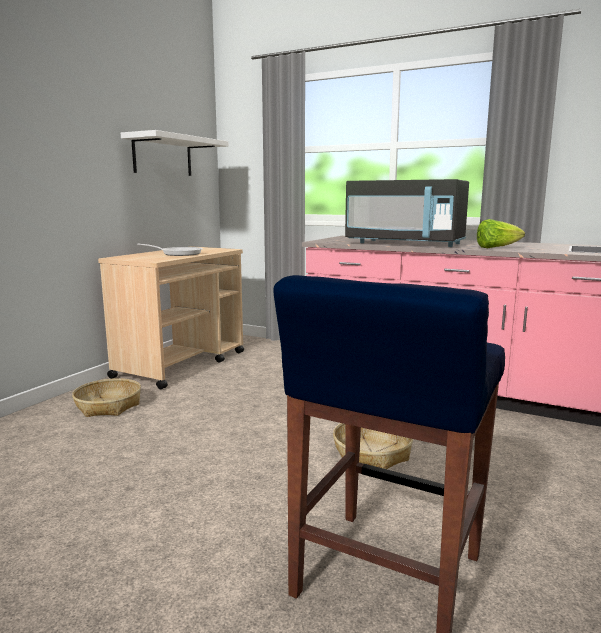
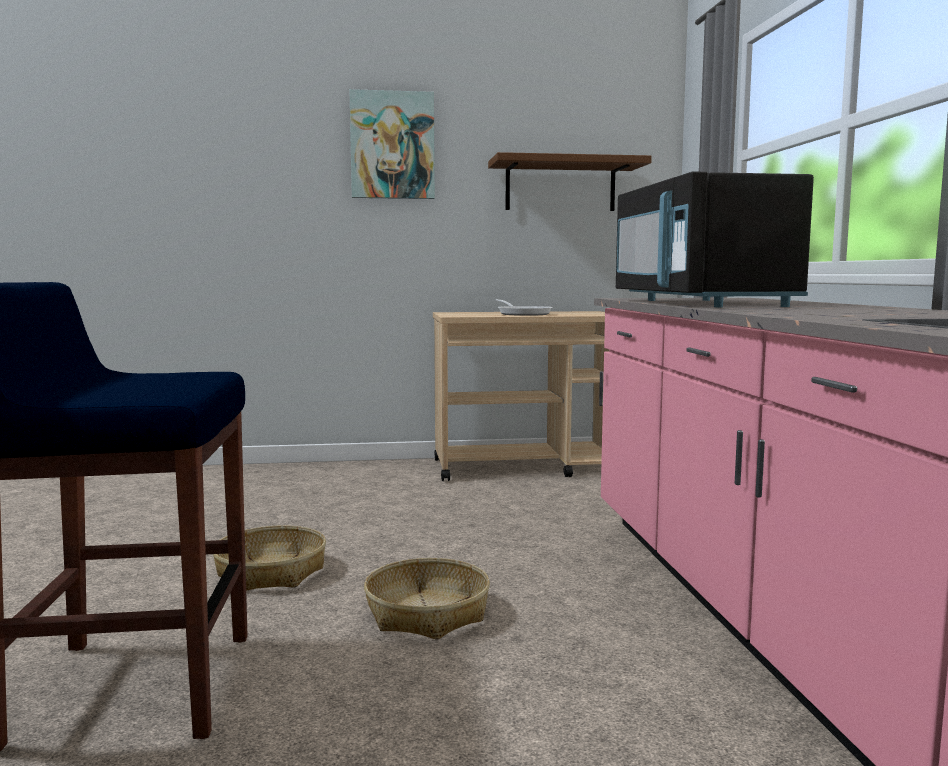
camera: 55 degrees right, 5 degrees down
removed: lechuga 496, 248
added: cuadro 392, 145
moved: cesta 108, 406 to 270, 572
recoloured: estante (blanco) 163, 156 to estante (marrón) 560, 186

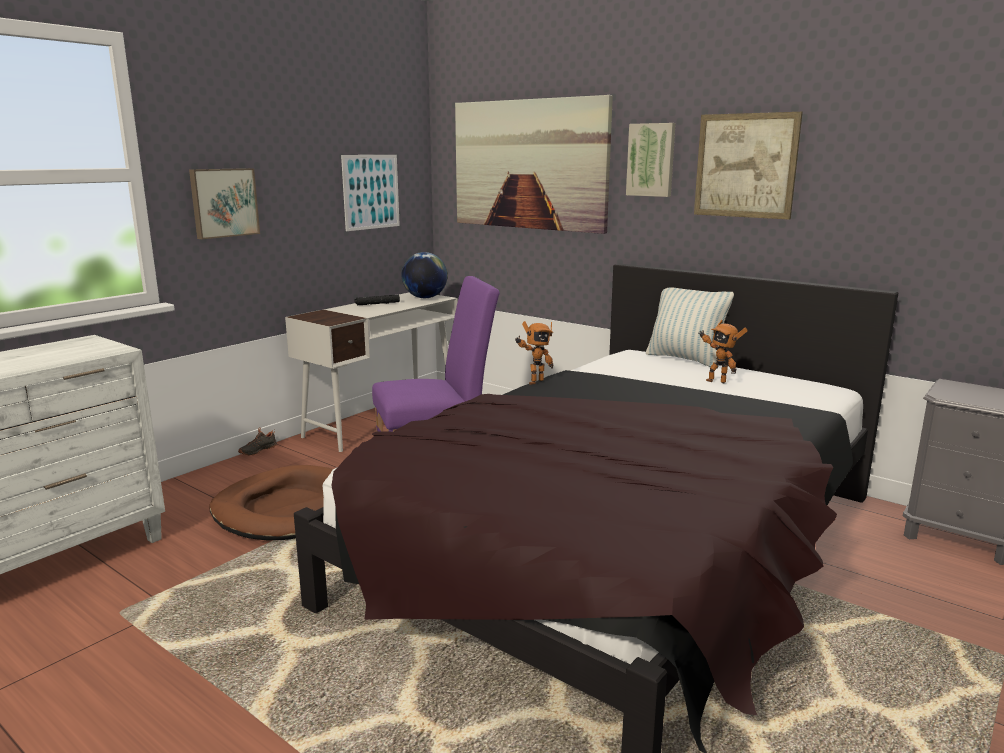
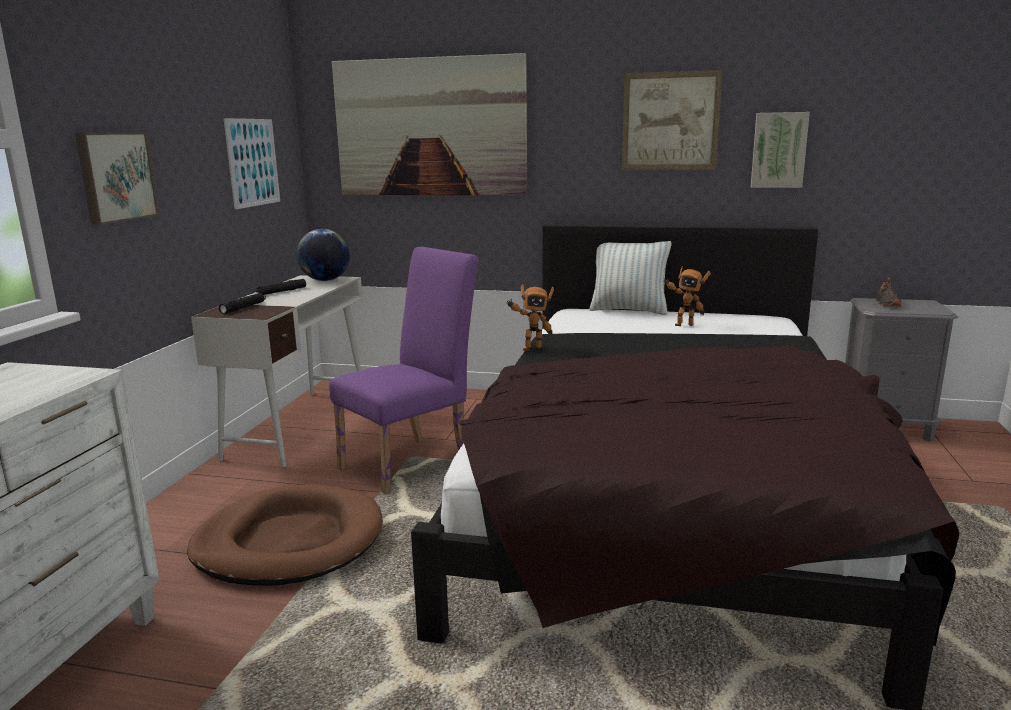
camera: 25 degrees left, 0 degrees up
added: linterna (negro) 243, 308
moved: cuadro 651, 160 to 778, 150; zapato (negro) 257, 450 to 886, 304
turned: robot de juguete 534, 381 = 530, 348 45 degrees clockwise

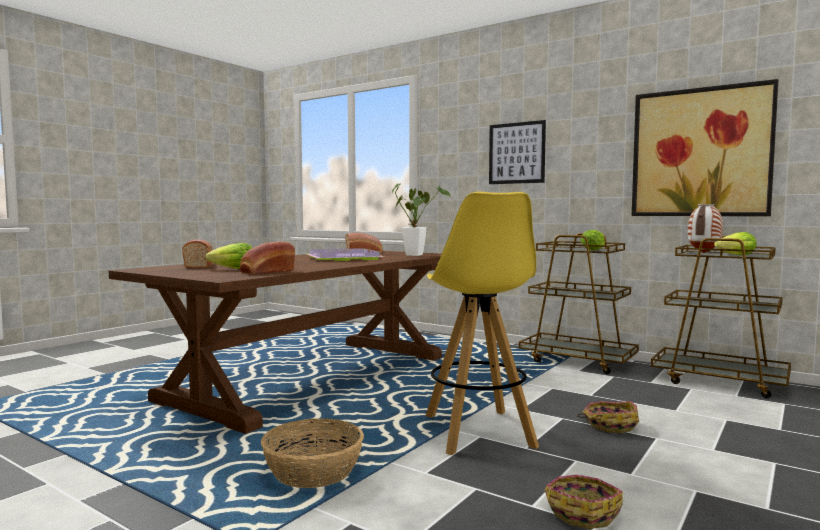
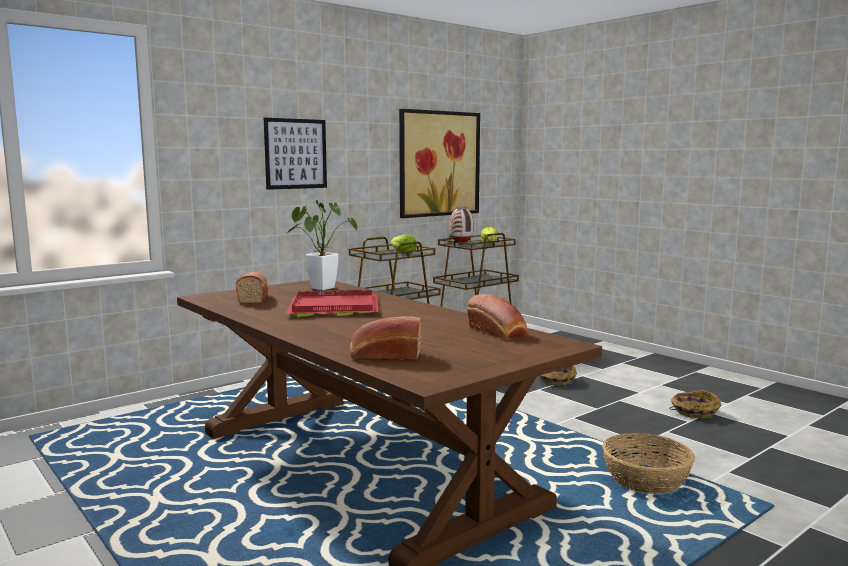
camera: 75 degrees left, 5 degrees up
removed: taburete (amarillo) 478, 431; lechuga 233, 269
recoloured: bandeja (morado) 342, 258 to bandeja (rojo) 332, 307

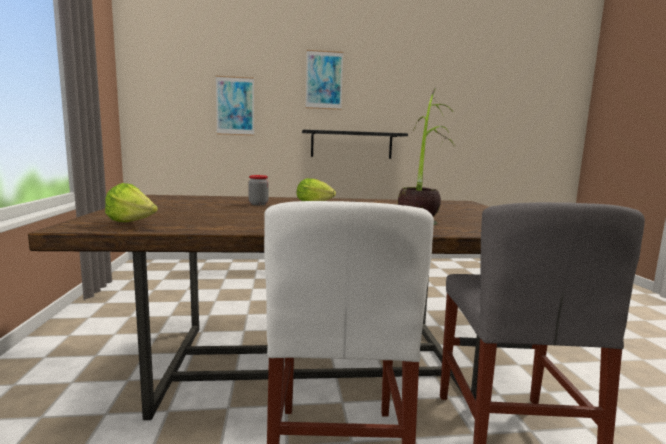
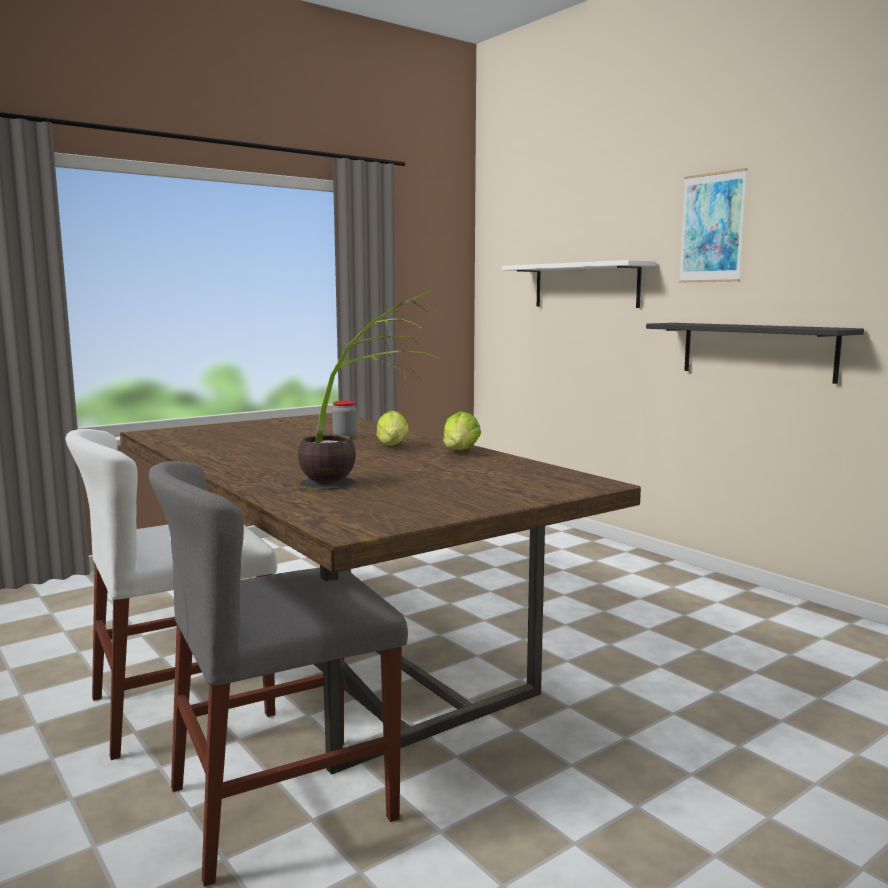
camera: 60 degrees right, 0 degrees up
moved: lechuga 133, 223 to 460, 452
replaced: cuadro 235, 106 to estante (blanco) 585, 285

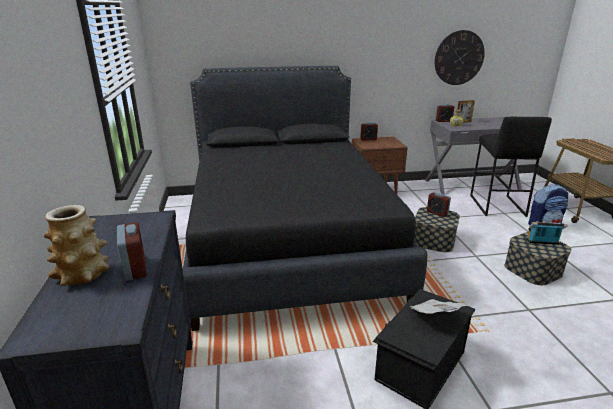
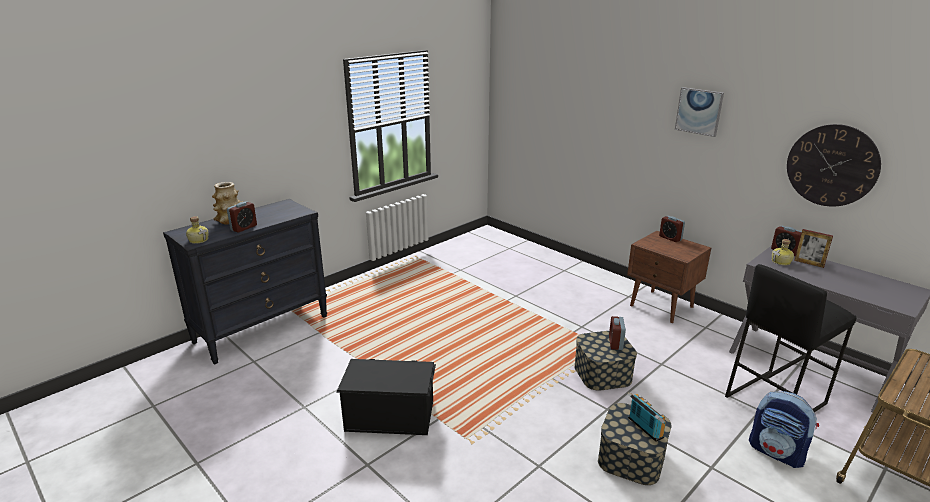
camera: 55 degrees right, 0 degrees up
removed: cama (negro) 288, 239; periódico 435, 317
added: cuadro 699, 111; botella 199, 240

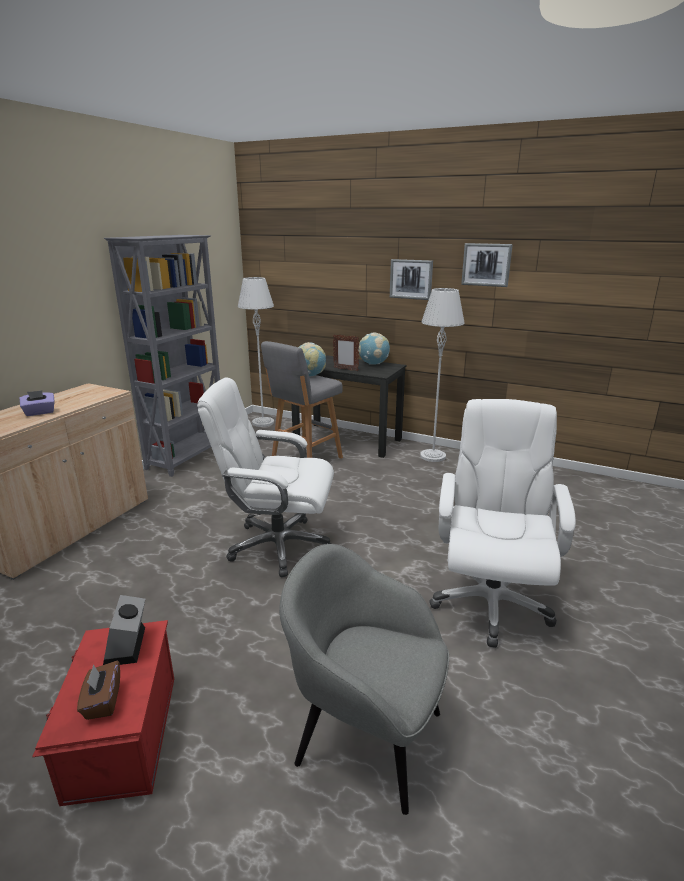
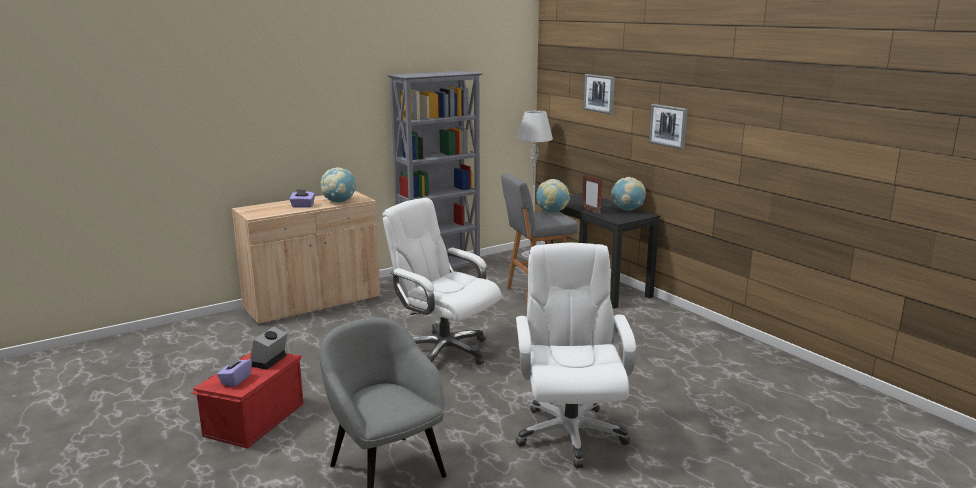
camera: 30 degrees right, 5 degrees down
removed: lámpara de pie (gris) 433, 456
added: globo terráqueo 339, 202
moved: cuadro 486, 264 to 599, 93
recoloured: caja de pañuelos (marrón) 102, 701 to caja de pañuelos (morado) 235, 380
turned: silla de oficina (blanco) 490, 602 = 570, 433 45 degrees counterclockwise

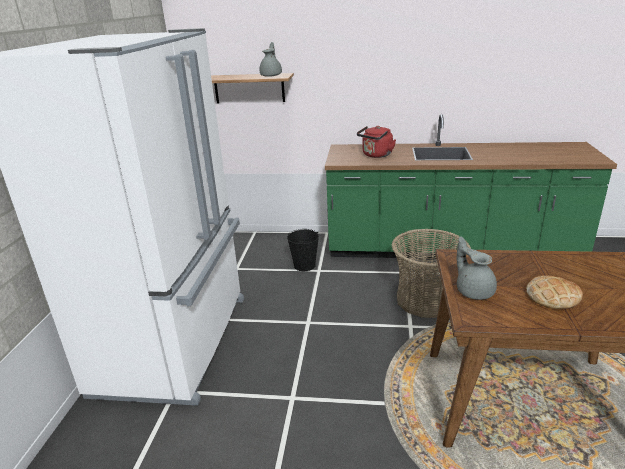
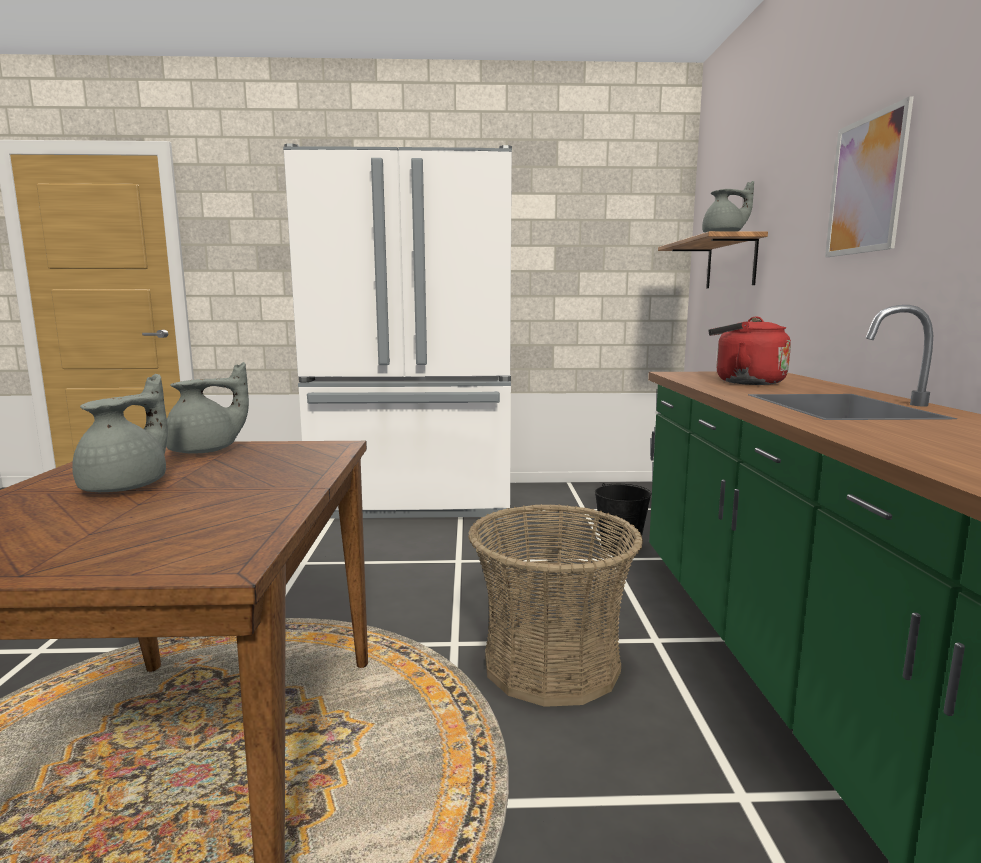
camera: 80 degrees right, 15 degrees down
added: cuadro 866, 185
replaced: pan 552, 297 to tetera (gris) 128, 486

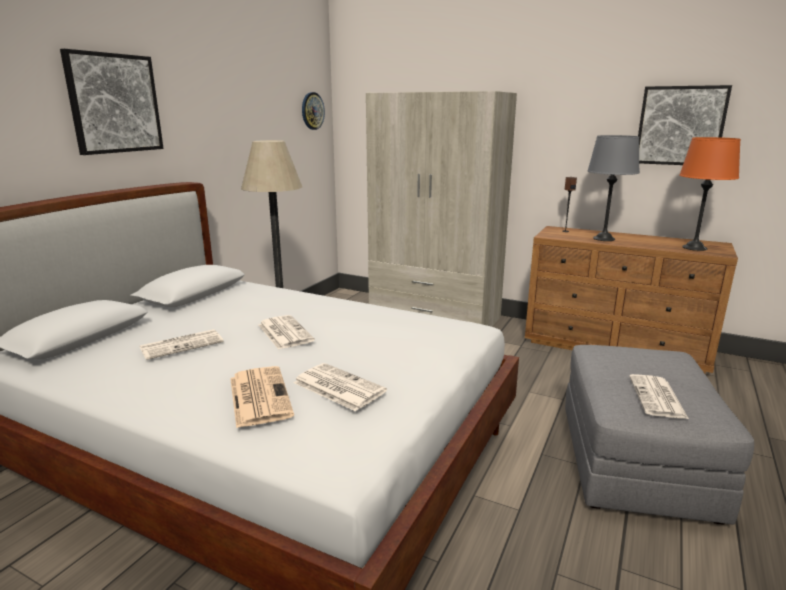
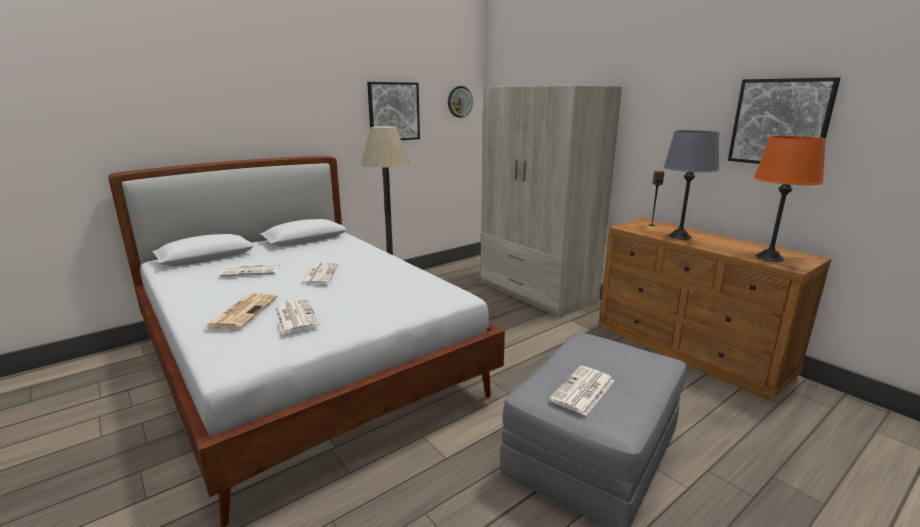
camera: 25 degrees right, 0 degrees up
moved: cuadro 114, 103 to 393, 111

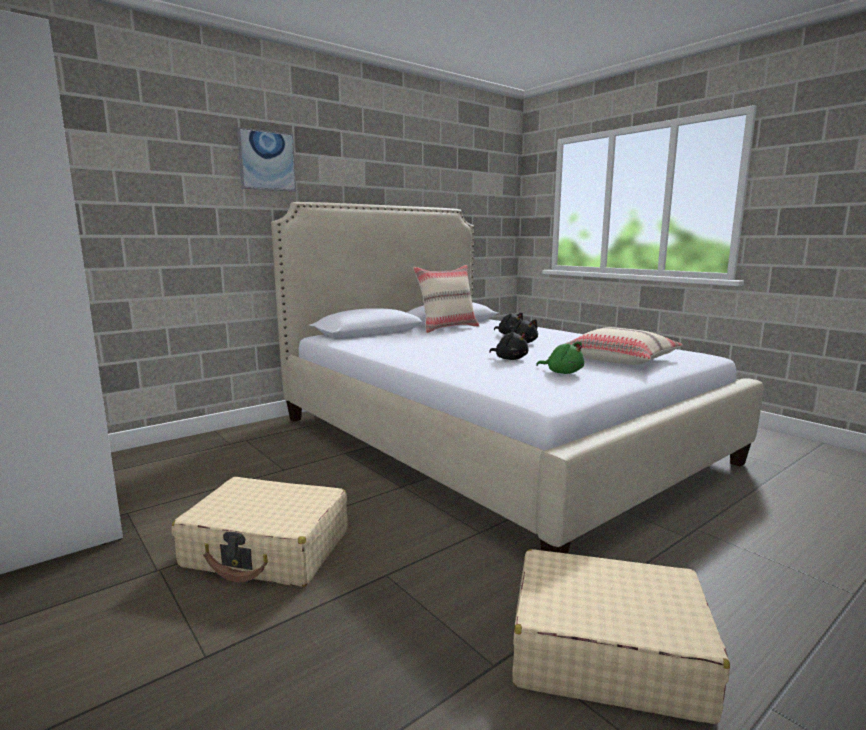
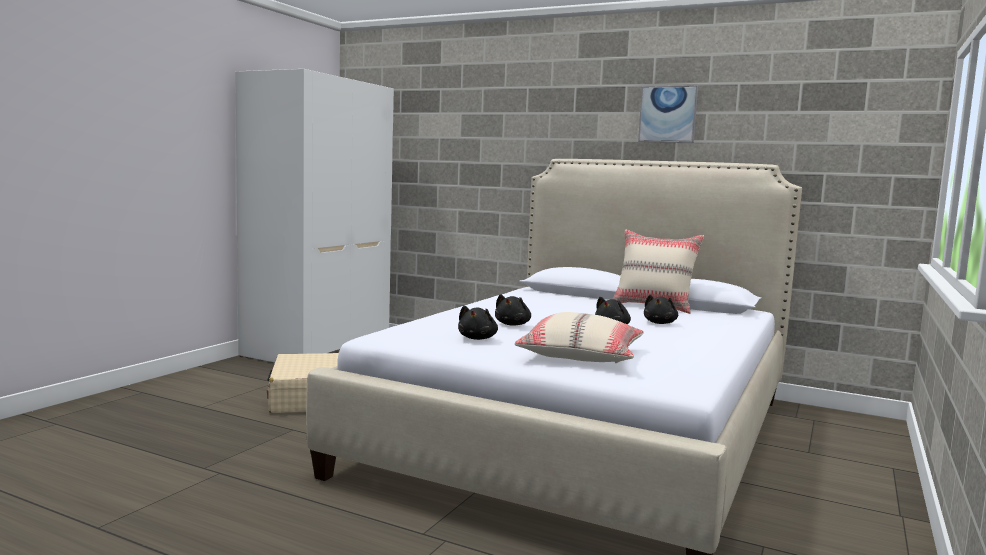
camera: 65 degrees right, 5 degrees down
removed: maleta (beis) 606, 652
moved: cuadro 266, 161 to 668, 114
recoloured: peluche (verde) 562, 372 to peluche (negro) 478, 338

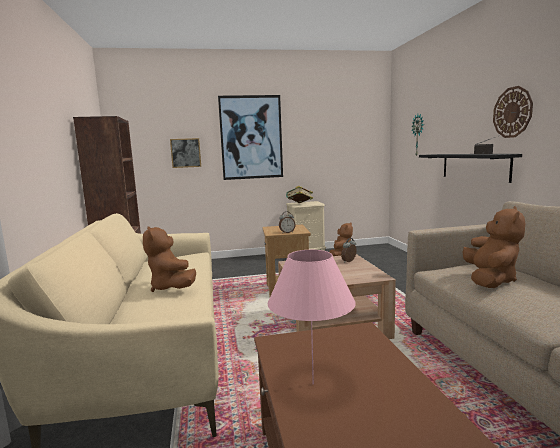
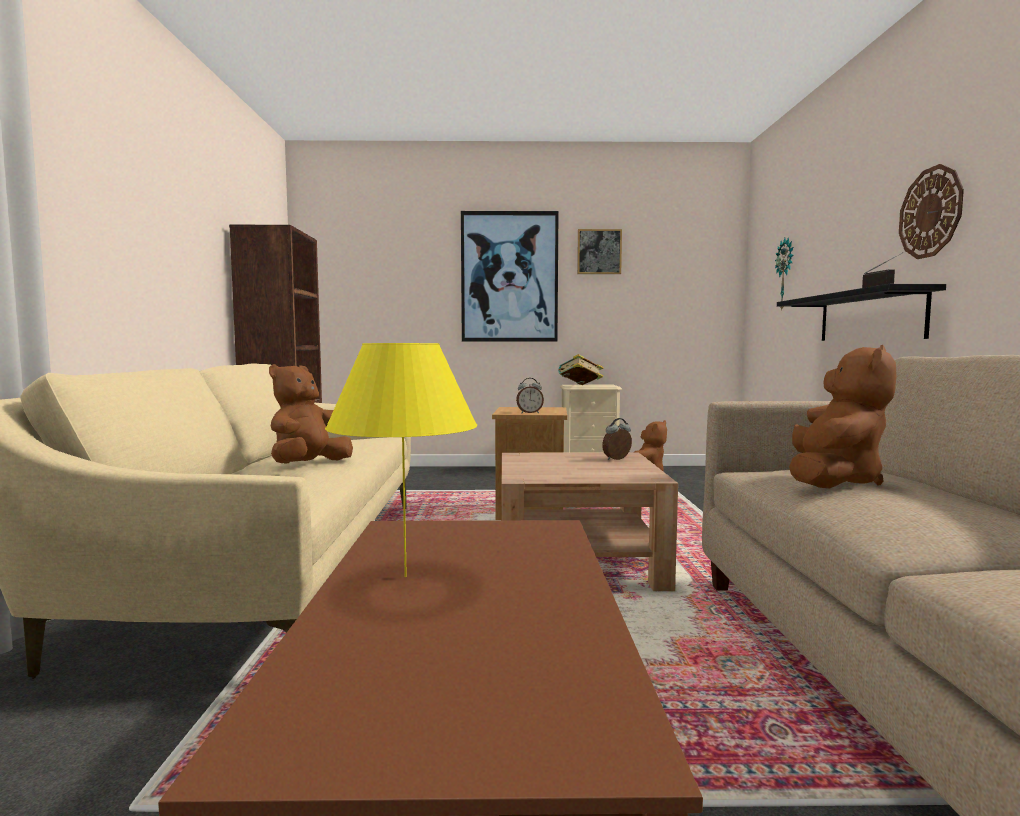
camera: 10 degrees right, 5 degrees down
moved: cuadro 185, 153 to 599, 252
recoloured: lámpara de mesa (rosa) 312, 384 to lámpara de mesa (amarillo) 405, 576
turned: peluche (marrón) 171, 287 = 308, 465 45 degrees clockwise

